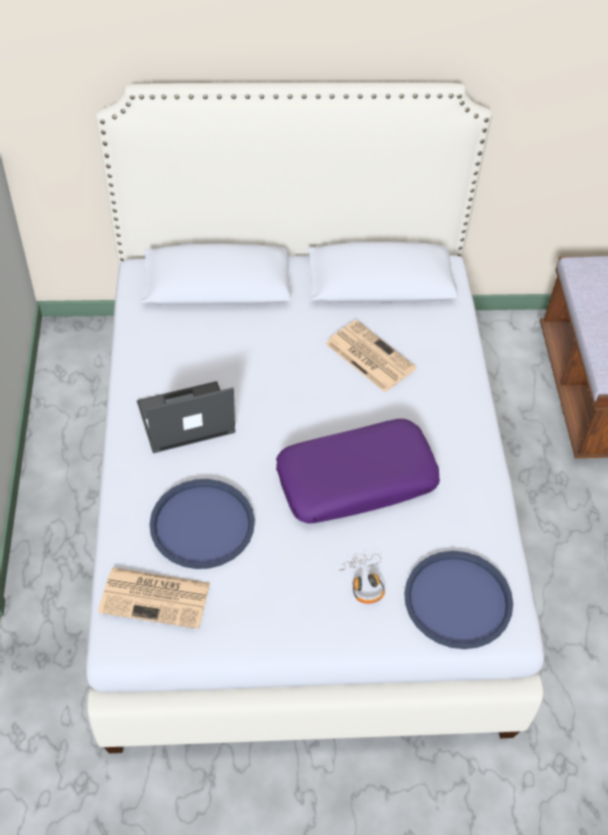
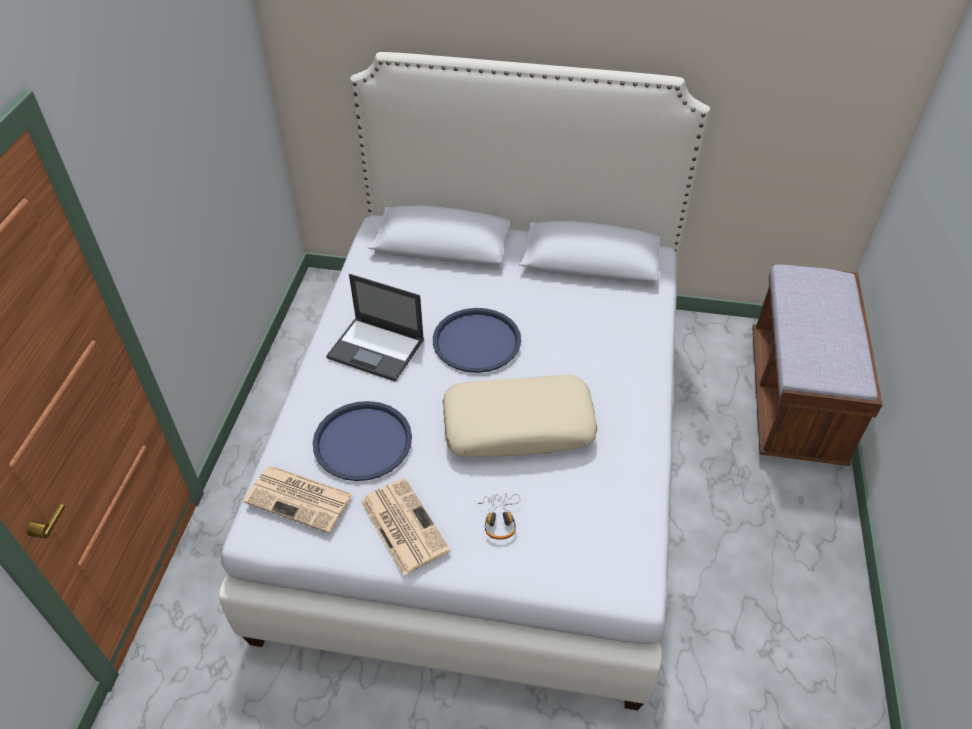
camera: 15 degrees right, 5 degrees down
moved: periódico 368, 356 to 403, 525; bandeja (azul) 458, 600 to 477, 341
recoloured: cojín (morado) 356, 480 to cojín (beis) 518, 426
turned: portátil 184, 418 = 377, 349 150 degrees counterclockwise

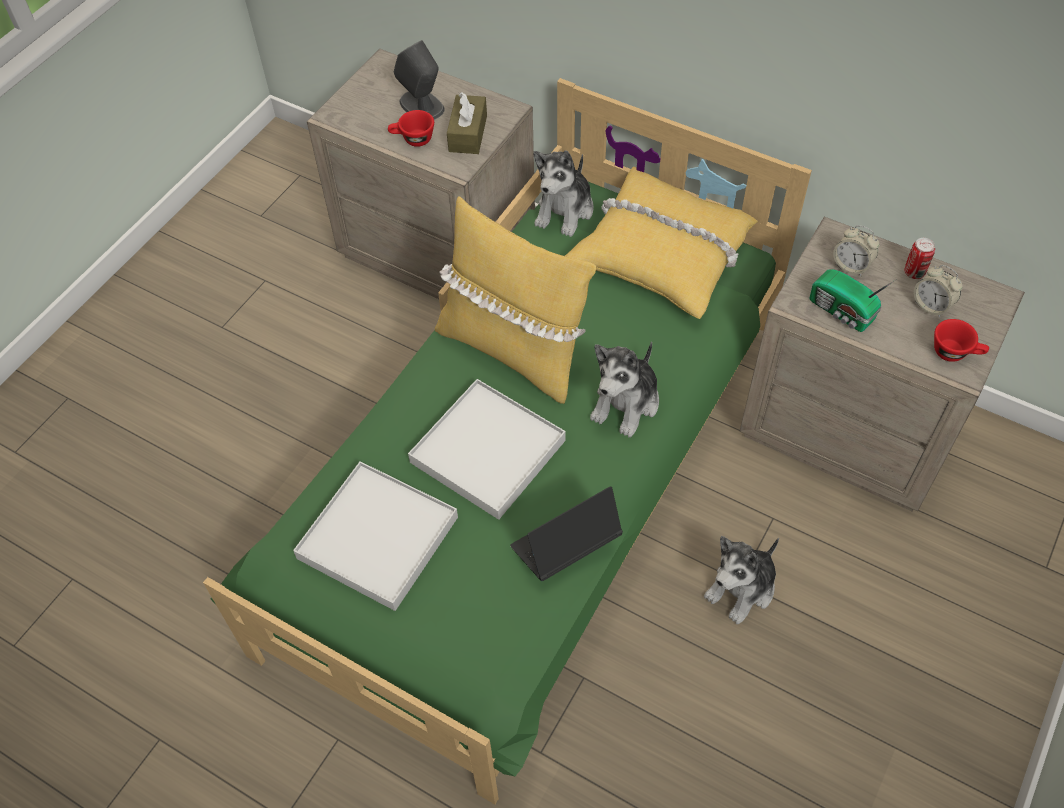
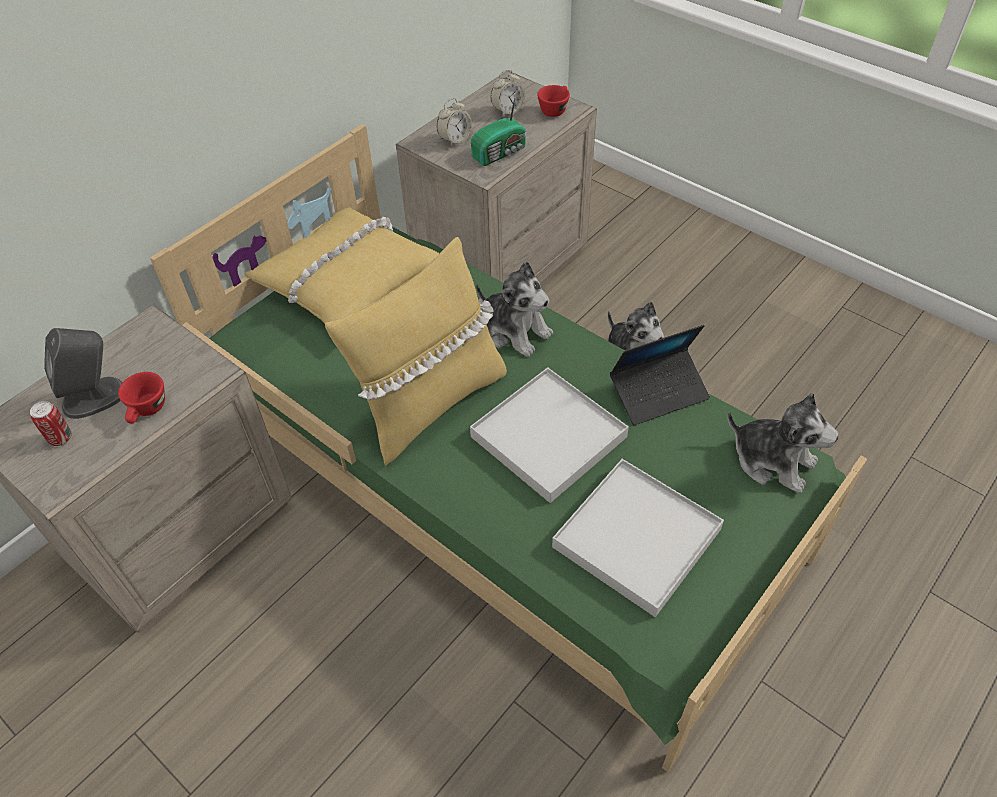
camera: 80 degrees left, 5 degrees down
removed: caja de pañuelos (marrón) 468, 133
moved: peluche 565, 210 to 773, 461; lata 914, 272 to 60, 438
turned: portátil 565, 545 = 658, 392 90 degrees counterclockwise

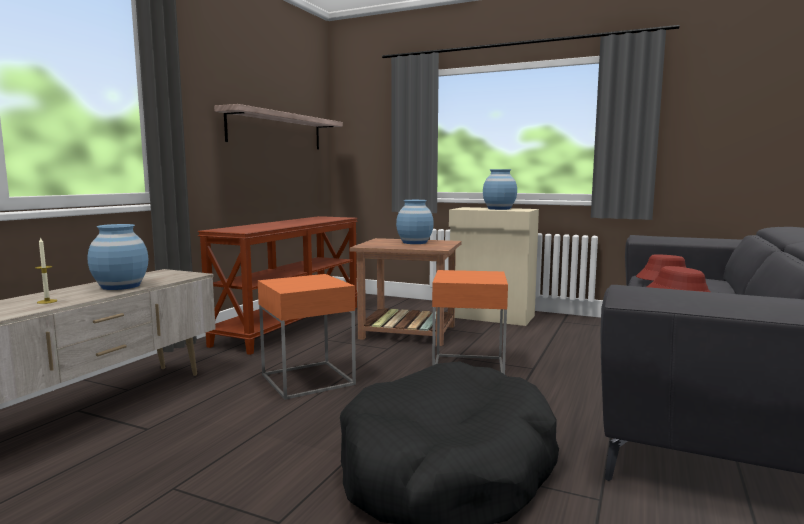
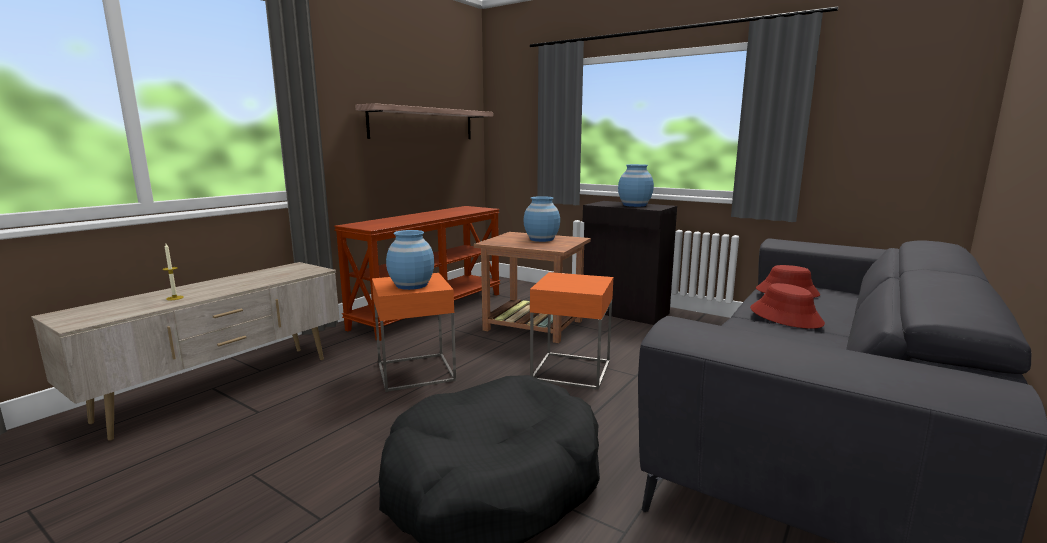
camera: 10 degrees right, 5 degrees up
moved: florero (azul) 121, 286 to 412, 285
recoloured: armario (beis) 492, 316 to armario (negro) 625, 312

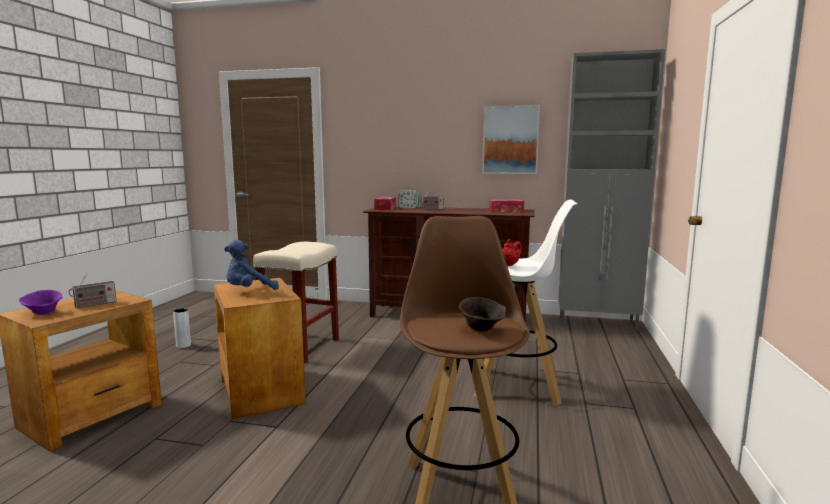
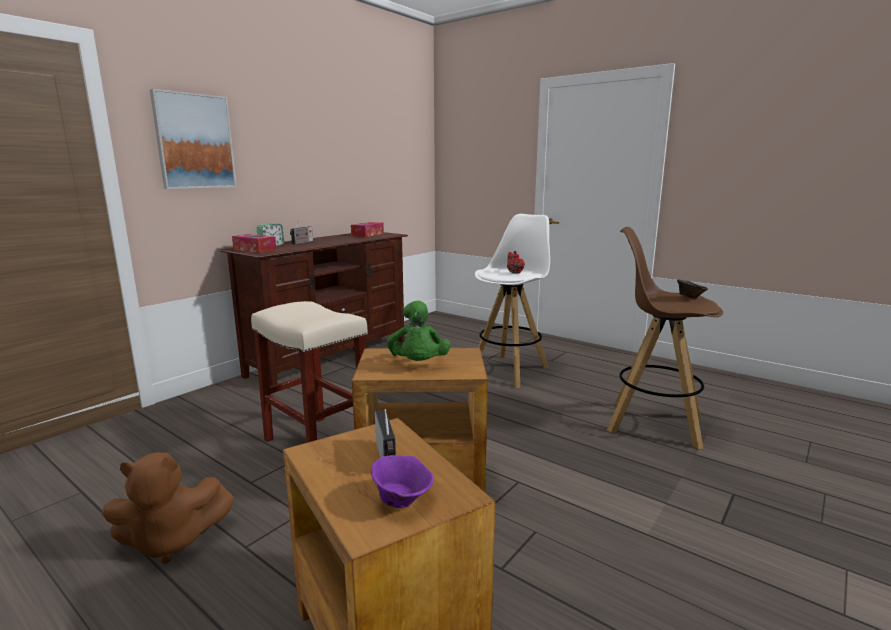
camera: 65 degrees left, 5 degrees up
removed: armario (gris) 598, 324
moved: cuadro 510, 140 to 194, 141
replaced: florero (gris) 183, 346 to peluche (marrón) 171, 541
recoloured: peluche (azul) 249, 291 to peluche (verde) 418, 364

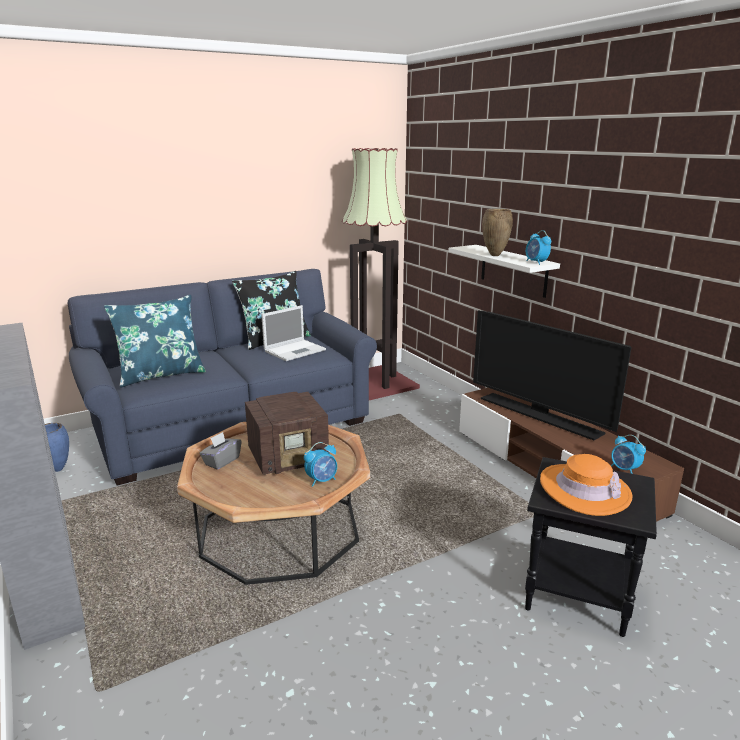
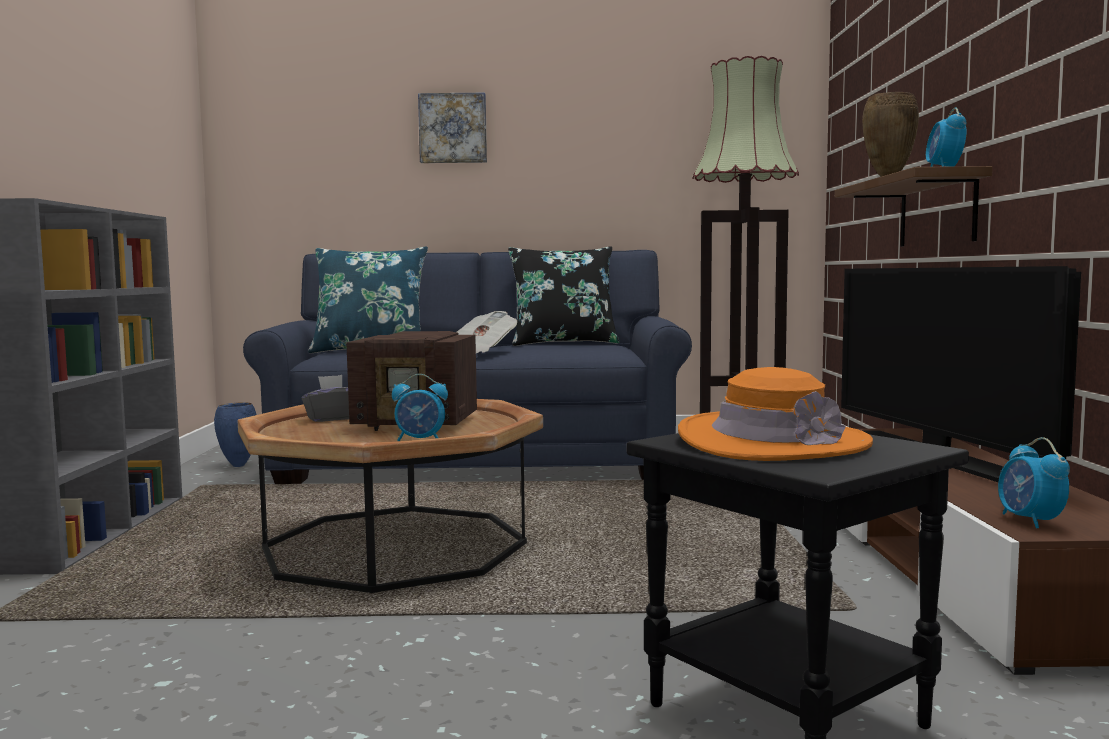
camera: 30 degrees right, 15 degrees down
removed: portátil 295, 350
added: cuadro 453, 128; periódico 480, 353
recoloured: estante (blanco) 513, 270 to estante (marrón) 937, 211

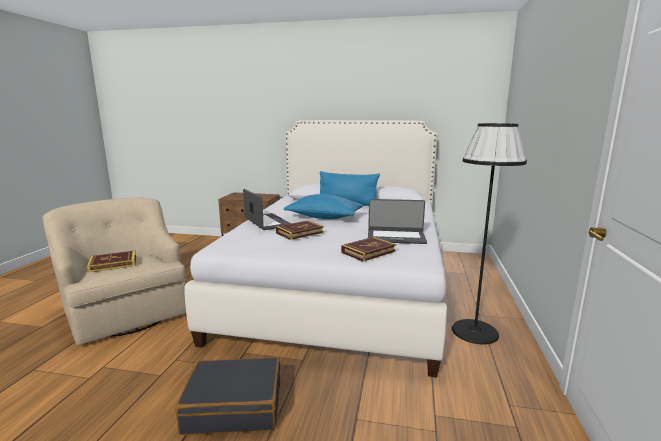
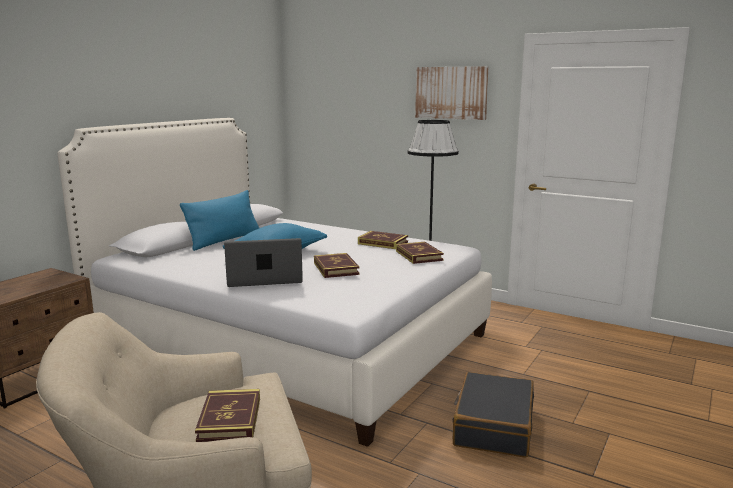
camera: 70 degrees left, 0 degrees up
added: cuadro 451, 93
replaced: portátil 396, 237 to libro 383, 243

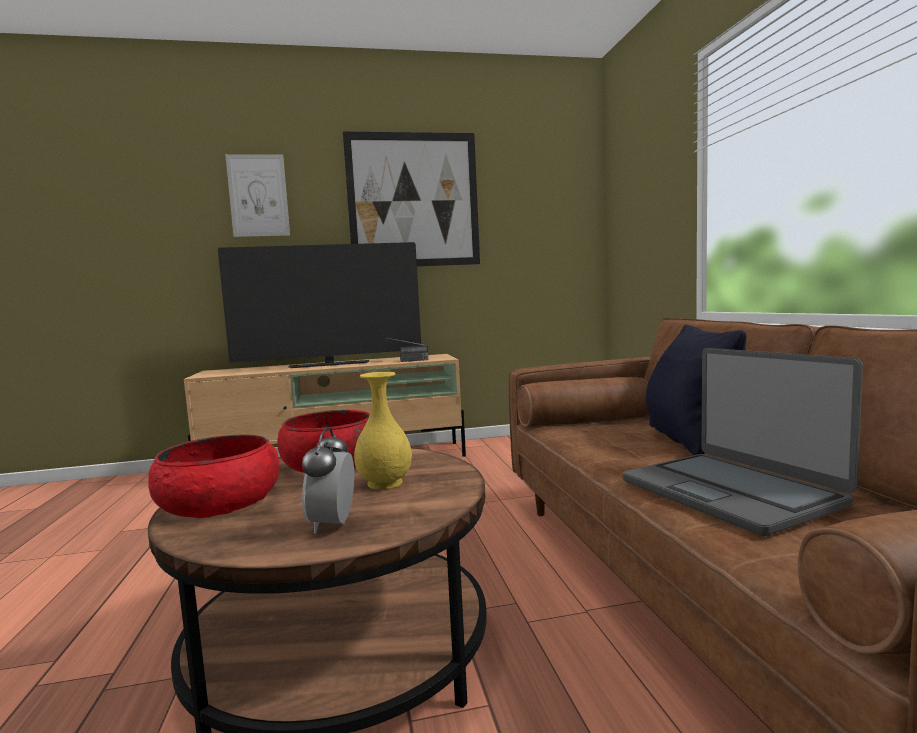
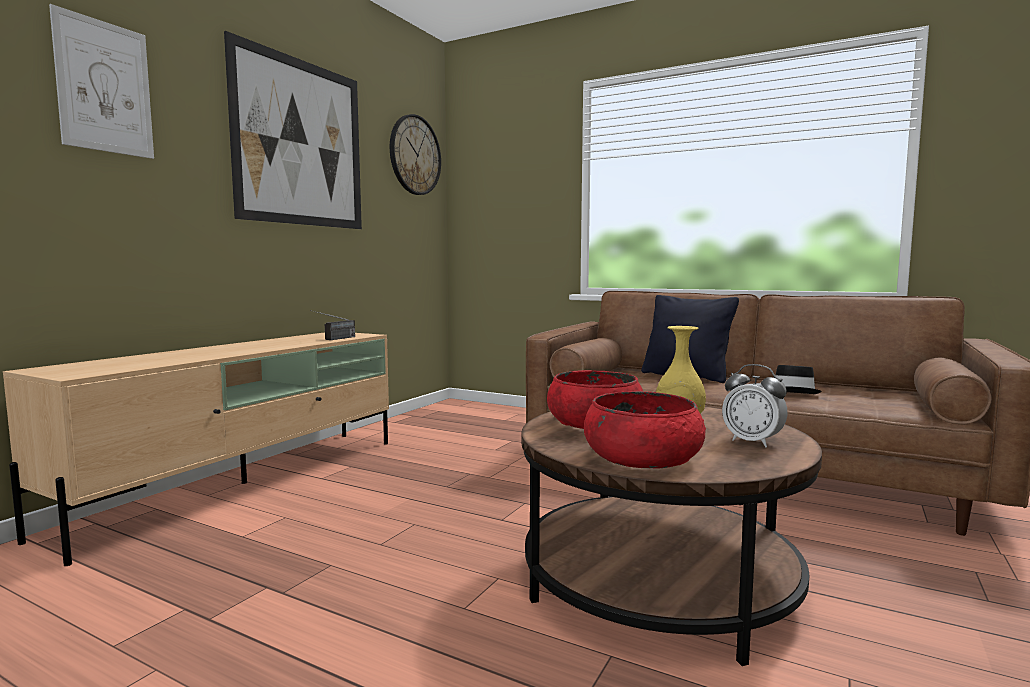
camera: 50 degrees left, 0 degrees up
removed: televisor 329, 364
added: reloj de pared 415, 155
replaced: portátil 730, 492 to sombrero (negro) 793, 392

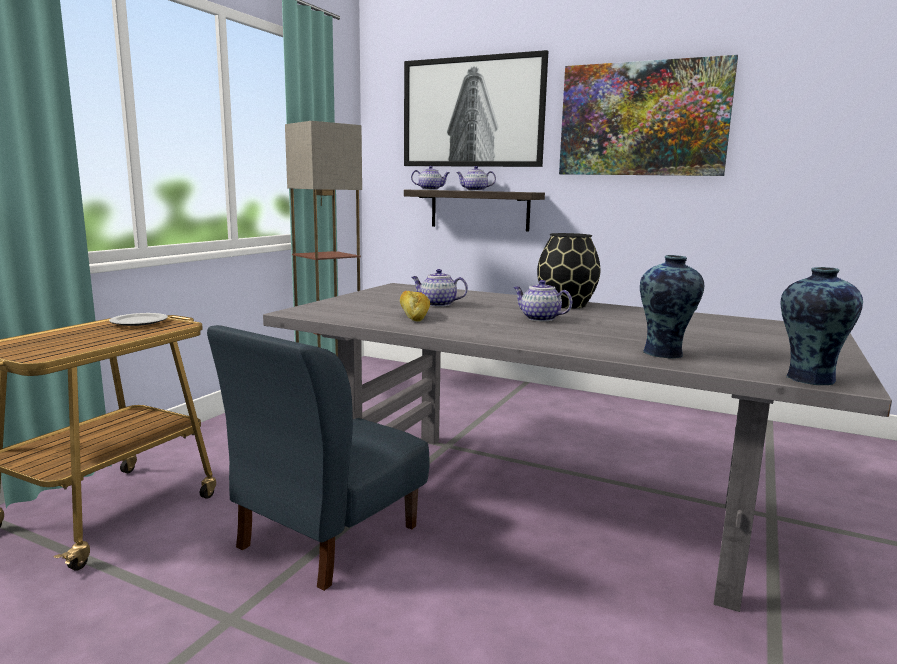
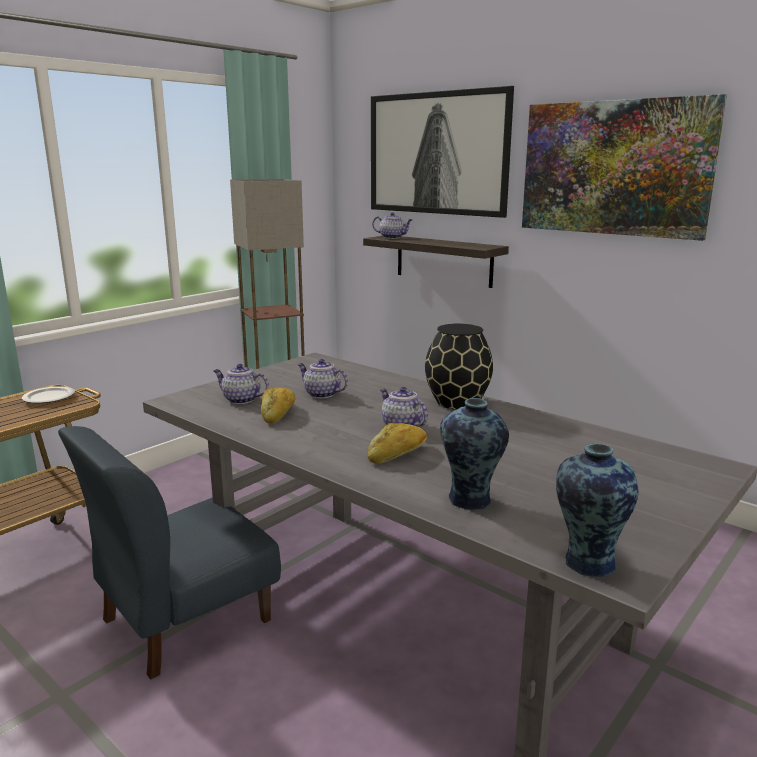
camera: 15 degrees right, 5 degrees up
added: pan 398, 454
moved: tetera 474, 190 to 240, 399

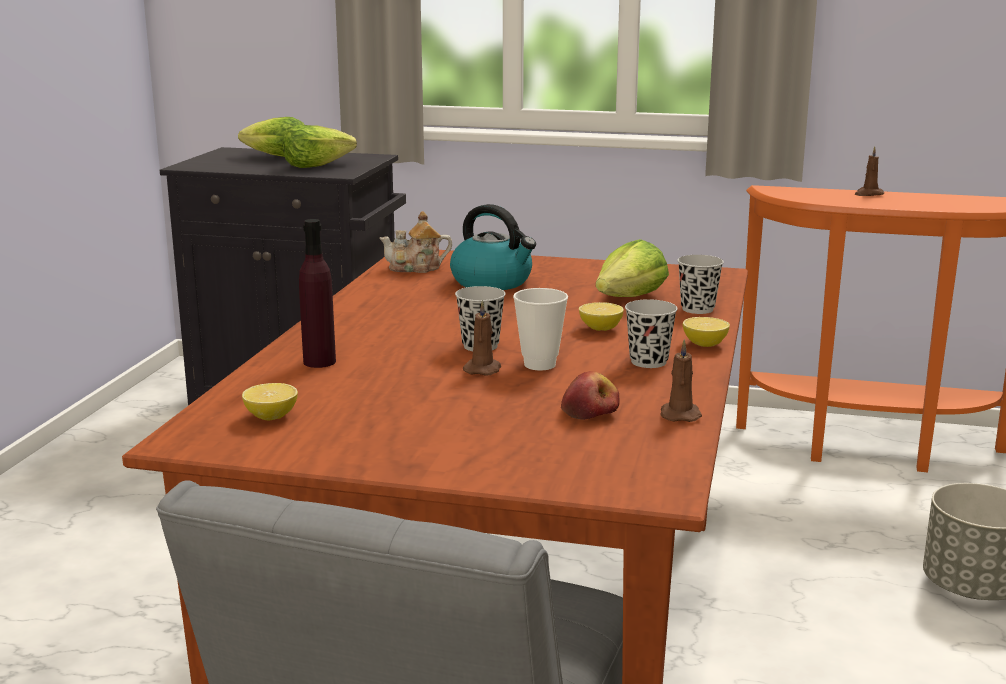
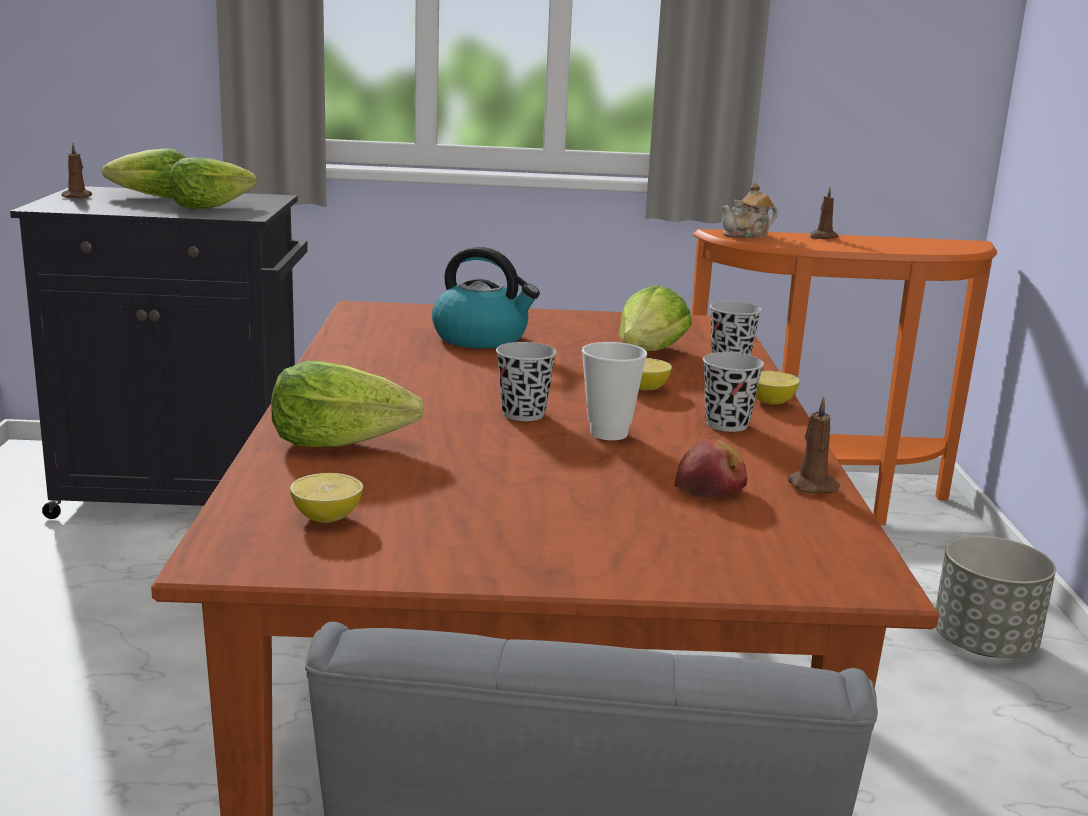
camera: 15 degrees left, 0 degrees up
moved: tetera 416, 268 to 747, 235; vela (marrón) 483, 369 to 78, 196
replaced: botella (morado) 319, 362 to lechuga 341, 442

